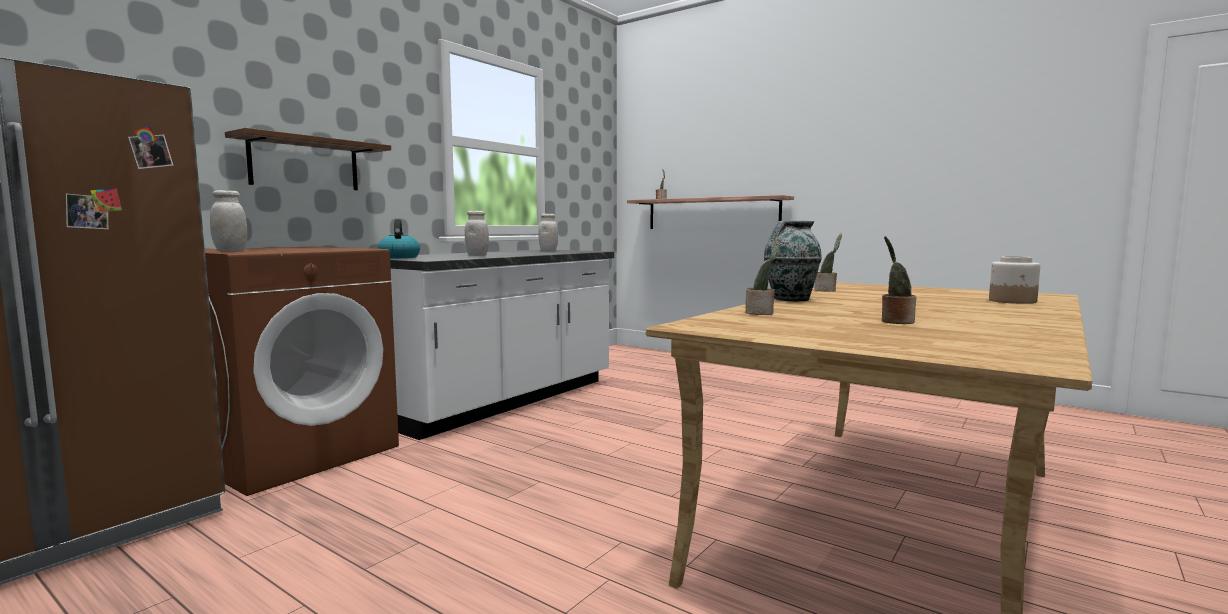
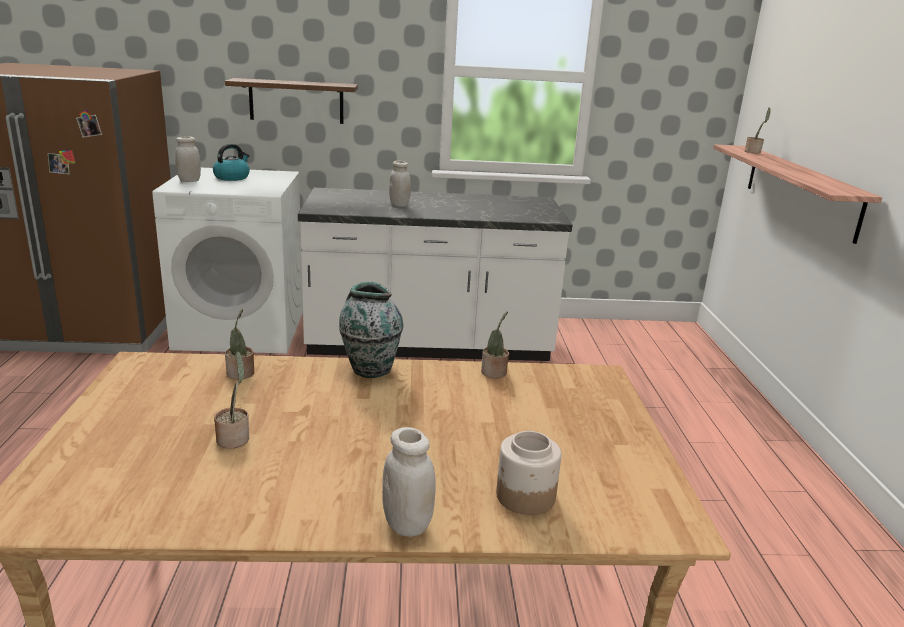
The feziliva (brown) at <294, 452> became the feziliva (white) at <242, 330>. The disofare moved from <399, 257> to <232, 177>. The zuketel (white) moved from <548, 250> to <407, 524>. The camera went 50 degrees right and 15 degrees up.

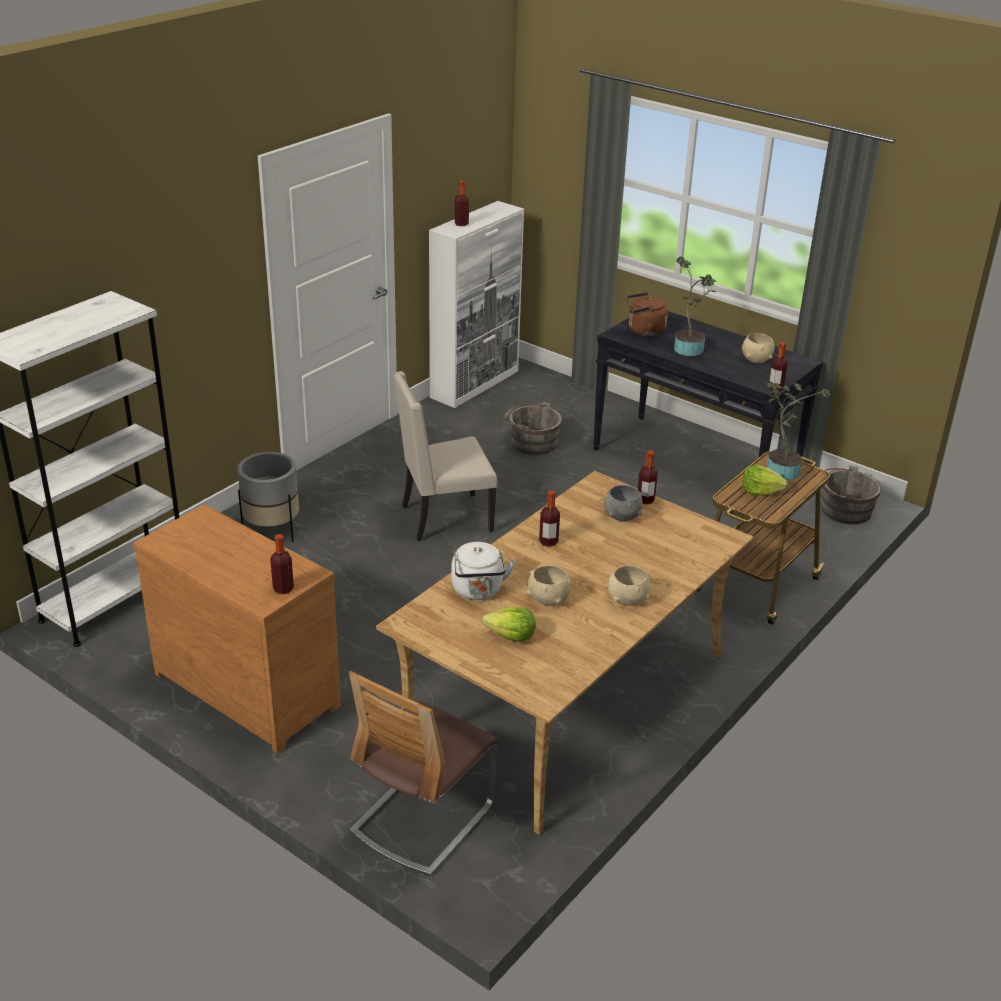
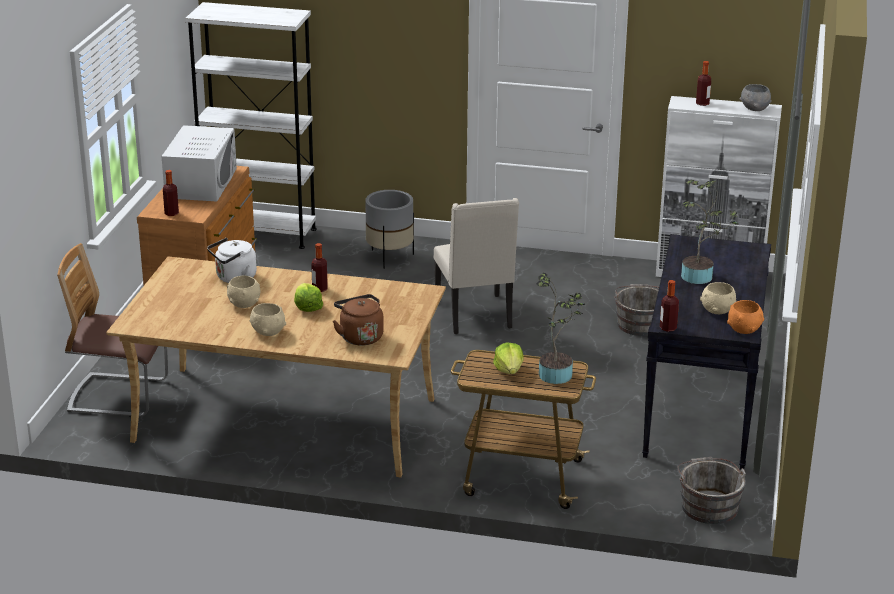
The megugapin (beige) at <444, 519> turned 150 degrees counterclockwise. The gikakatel moved from <511, 636> to <307, 307>. The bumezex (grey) moved from <621, 516> to <755, 108>. The disofare (brown) moved from <643, 331> to <360, 336>. The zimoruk at <645, 500> disappeared. The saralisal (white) at <201, 183> appeared. The bumezex (orange) at <745, 329> appeared. The camera went 65 degrees right and 5 degrees down.

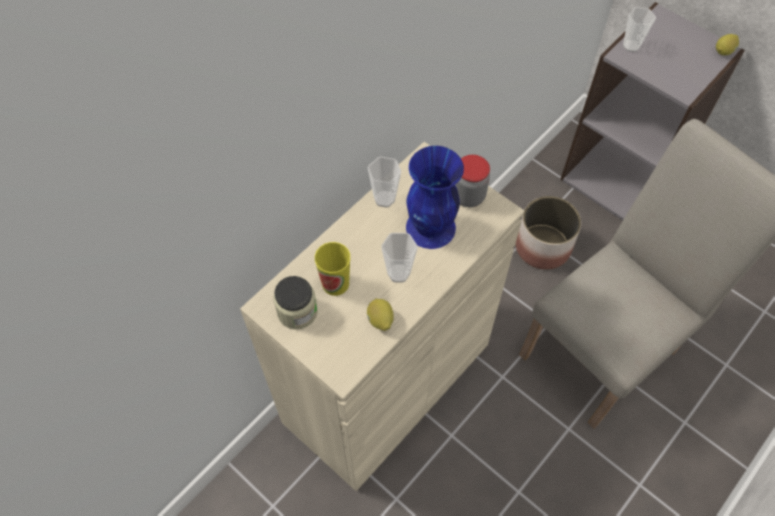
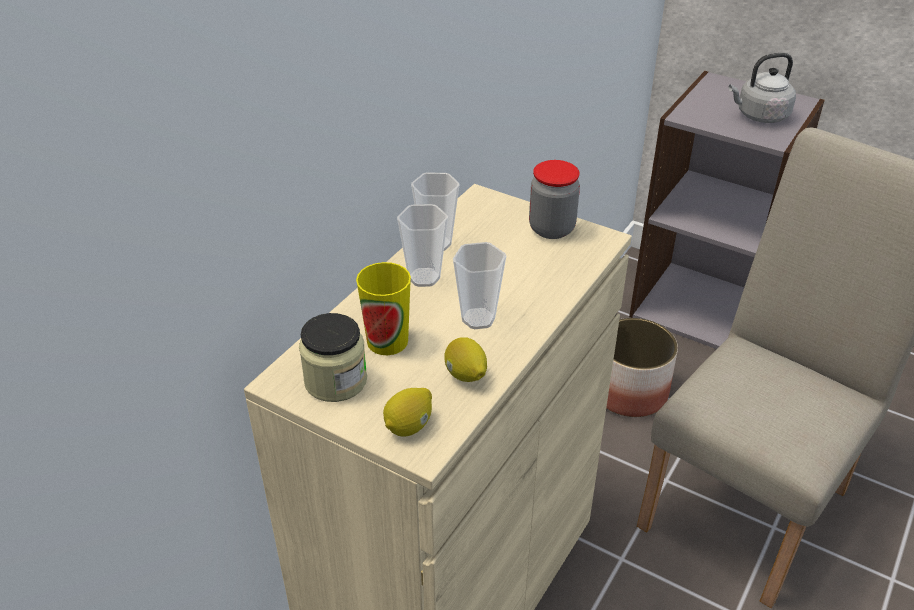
The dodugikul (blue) at <430, 228> disappeared. The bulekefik moved from <631, 46> to <424, 277>. The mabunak moved from <724, 51> to <409, 426>. The disofare (grey) at <759, 116> appeared. The camera went 10 degrees left and 20 degrees down.

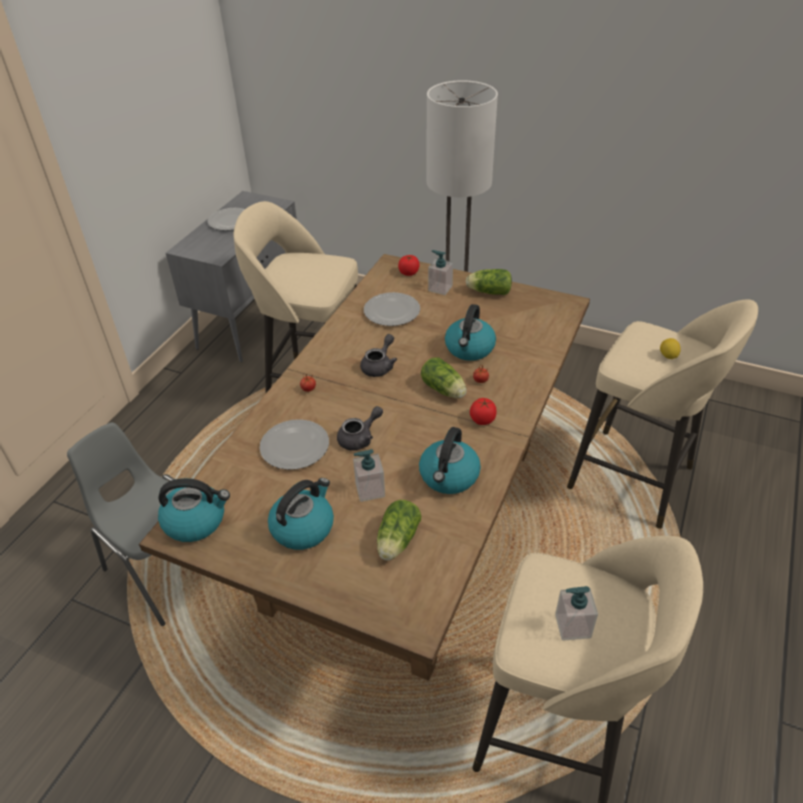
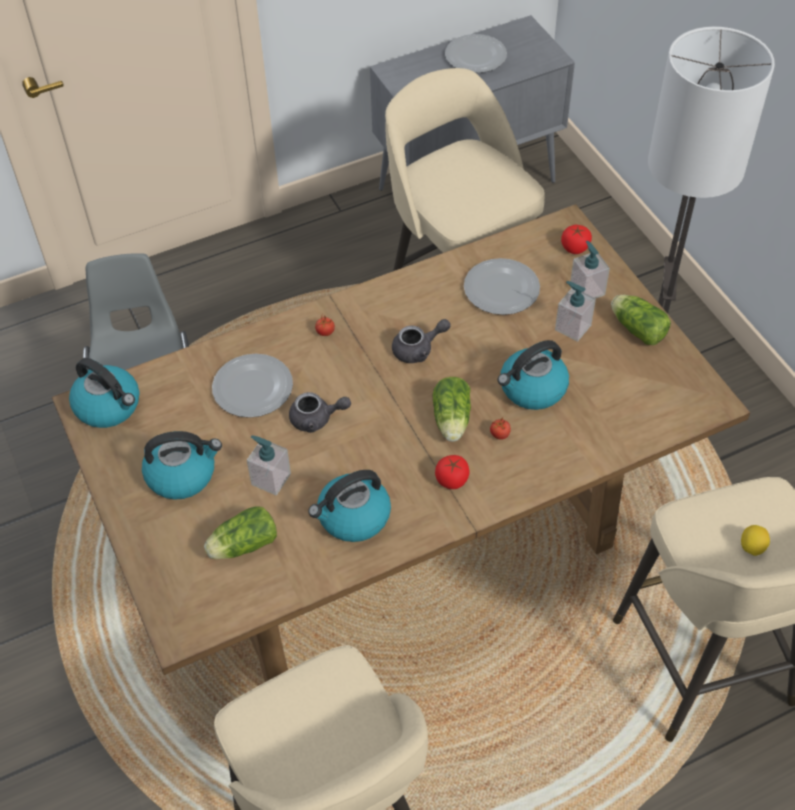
The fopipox moved from <572, 626> to <572, 327>. The camera went 40 degrees right and 10 degrees up.

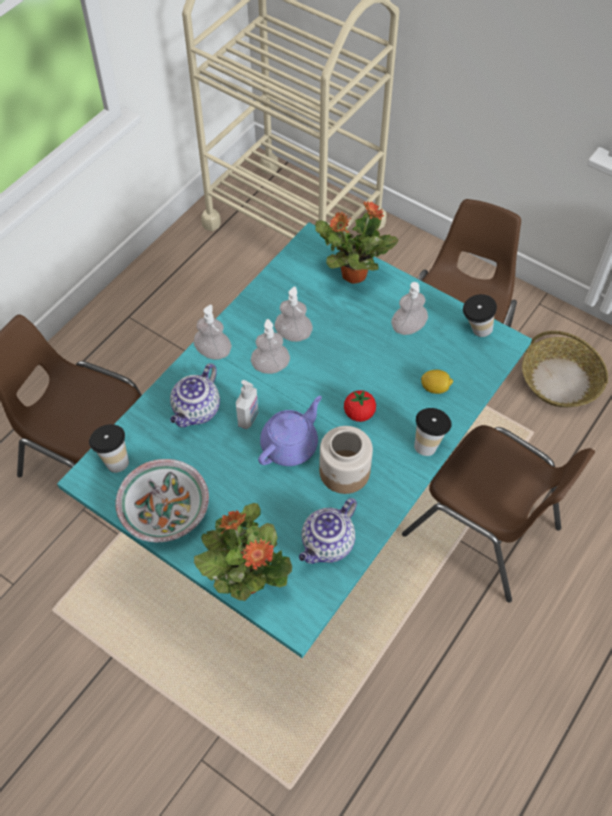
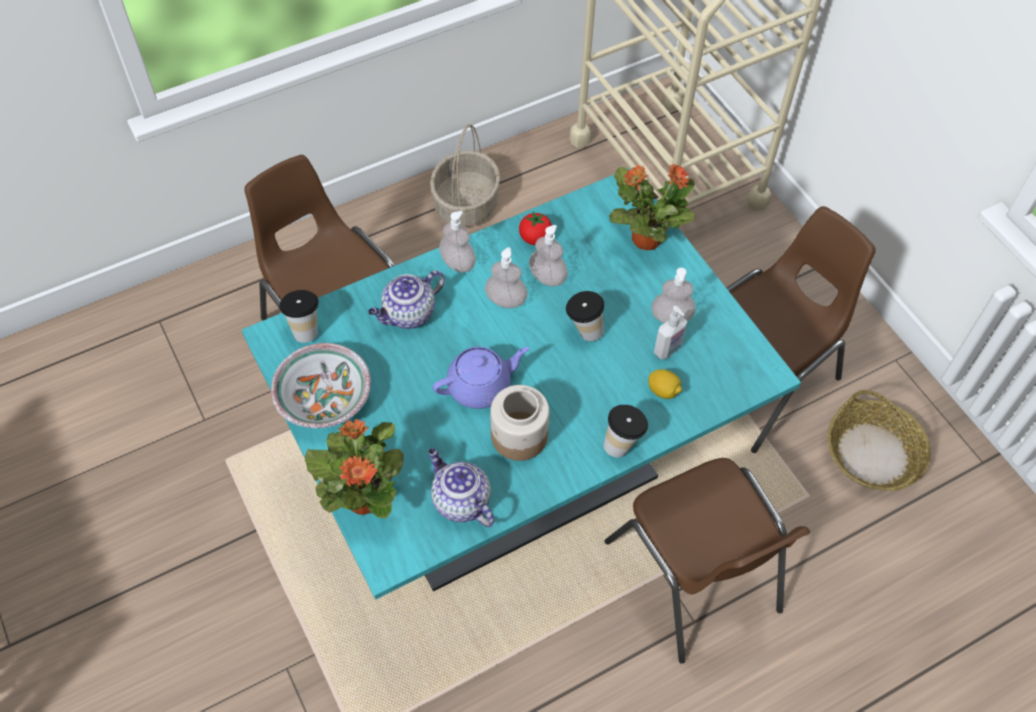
The fopipox moved from <249, 418> to <668, 350>. The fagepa at <327, 545> turned 75 degrees clockwise. The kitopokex moved from <359, 413> to <535, 238>. The bulekefik moved from <475, 331> to <583, 331>. The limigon at <466, 205> appeared. The camera went 25 degrees right and 0 degrees up.

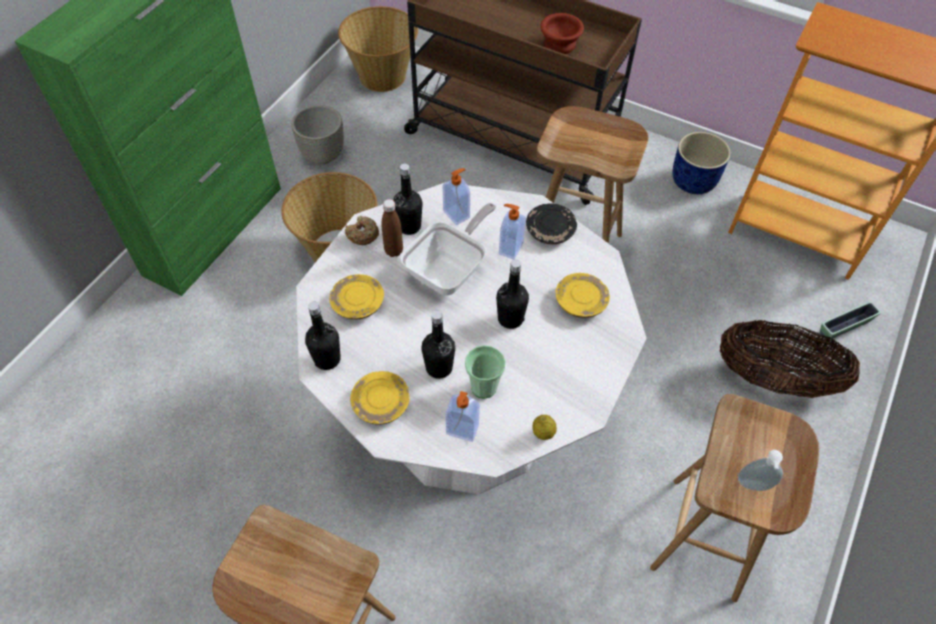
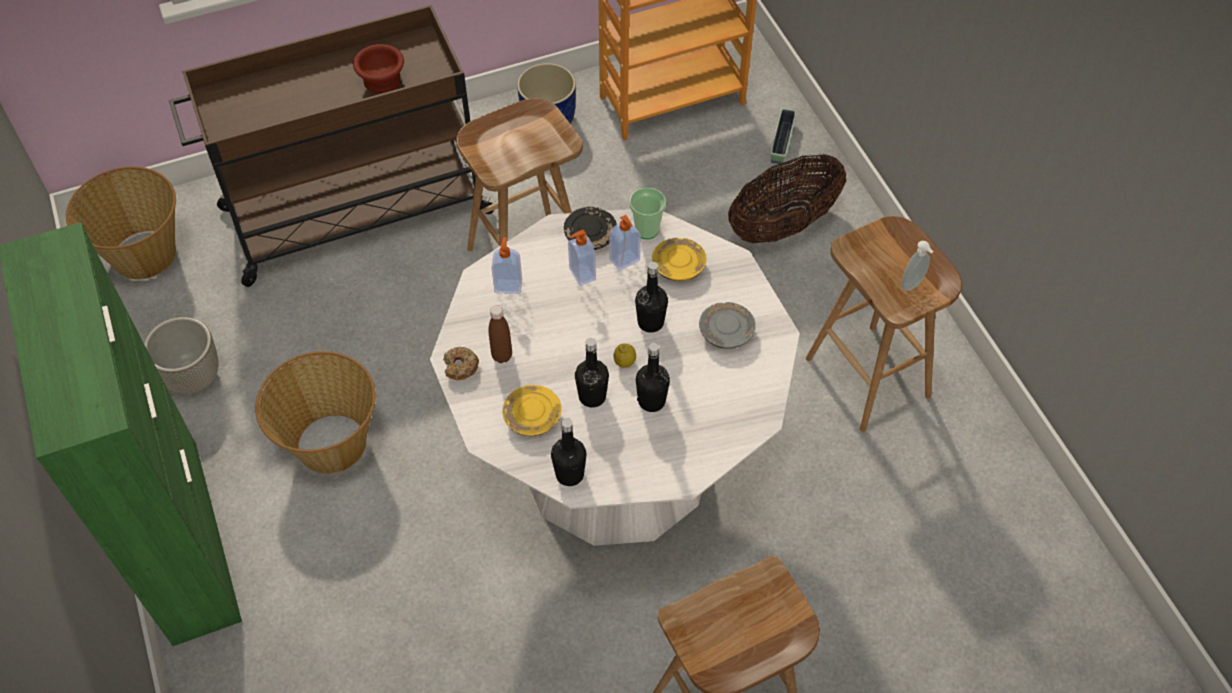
The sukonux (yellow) at <381, 403> disappeared. The zimoruk (black) moved from <409, 226> to <592, 396>. The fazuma at <450, 270> disappeared. The fopipox moved from <462, 431> to <625, 260>. The bulekefik moved from <483, 387> to <646, 230>. The mabunak moved from <543, 433> to <624, 362>. The sukonux (grey) at <726, 332> appeared. The camera went 50 degrees left and 0 degrees up.

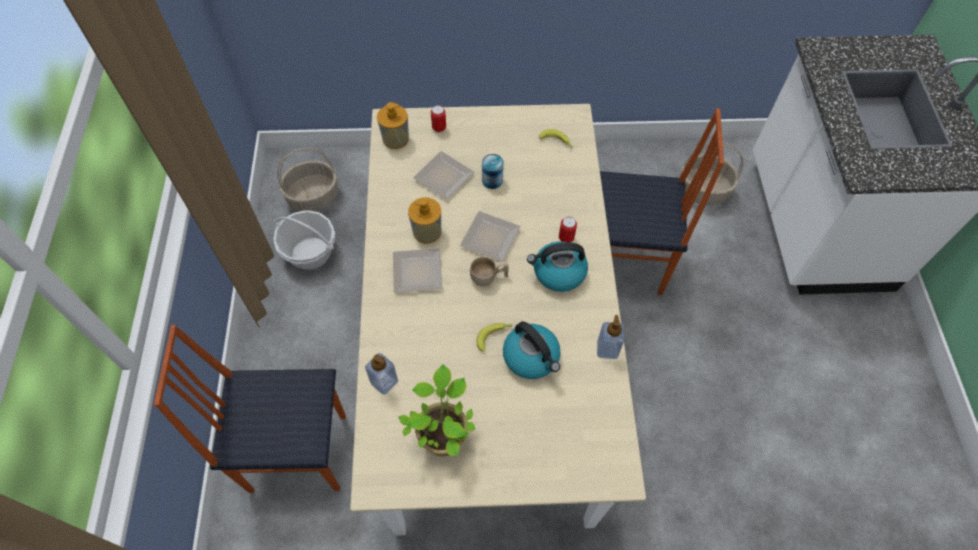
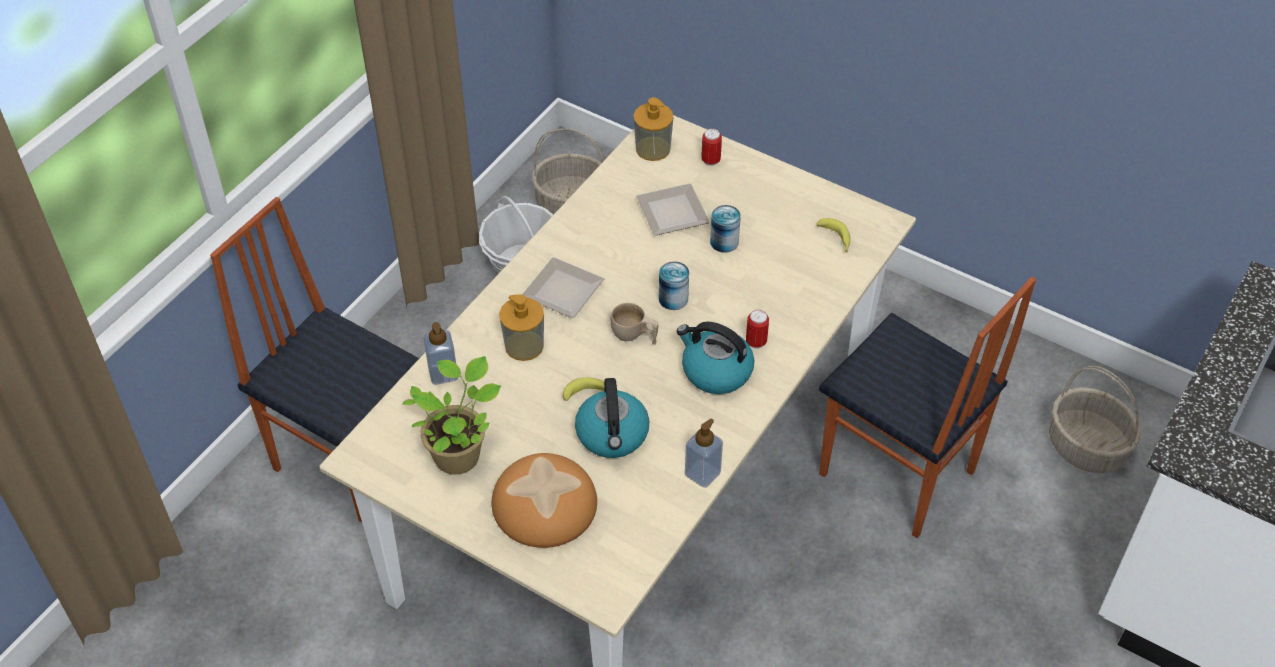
The fopipox moved from <427, 231> to <524, 345>. The sukonux at <492, 237> was replaced by the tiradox at <673, 299>. The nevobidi at <543, 505> appeared. The camera went 35 degrees right and 10 degrees down.

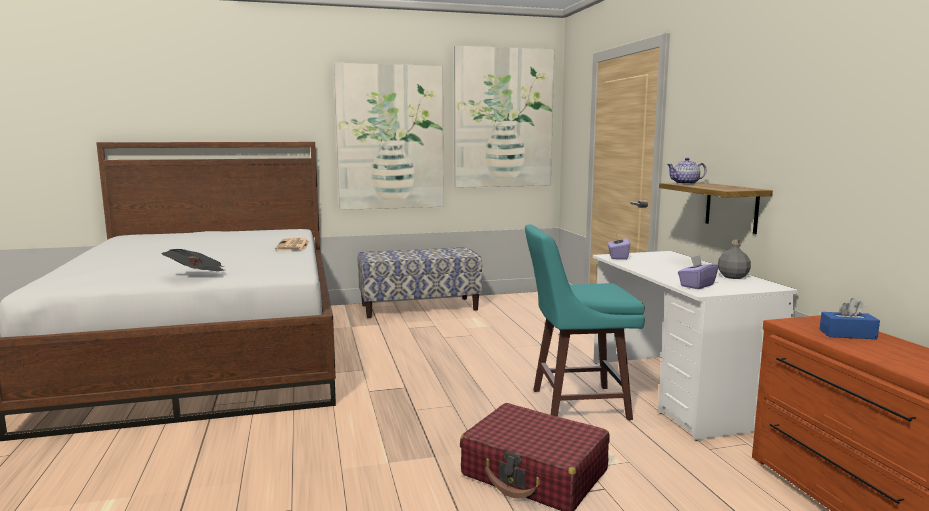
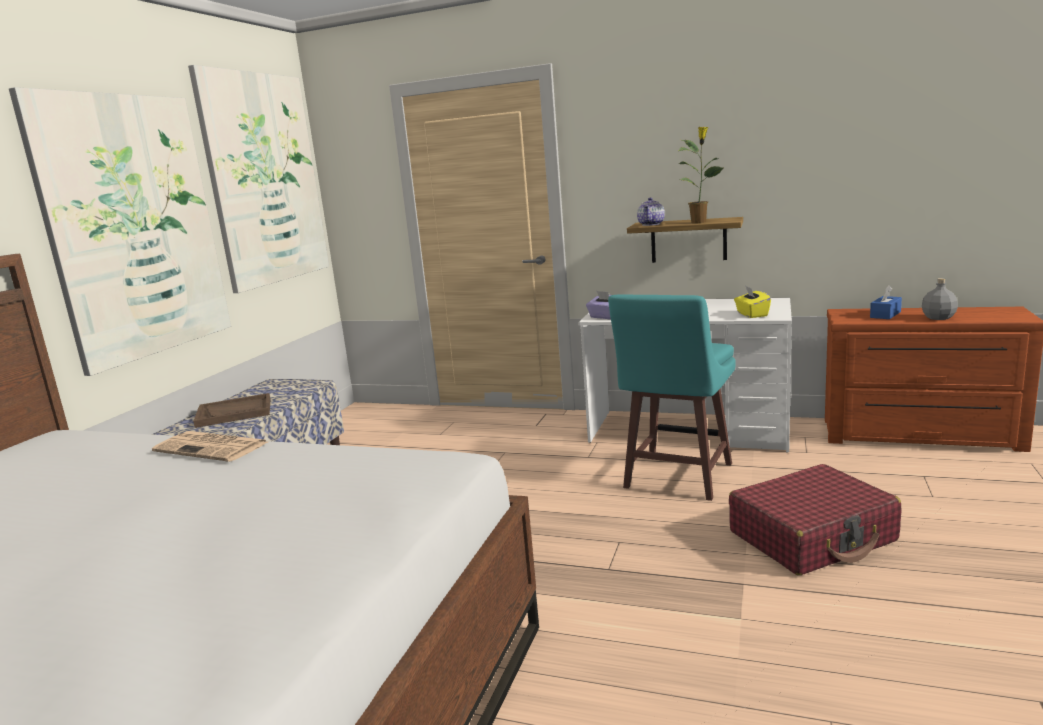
The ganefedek at <198, 276> disappeared. The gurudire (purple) at <696, 285> became the gurudire (yellow) at <751, 314>. The zimoruk (grey) moved from <733, 277> to <938, 317>. The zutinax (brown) at <234, 412> appeared. The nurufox at <699, 222> appeared. The camera went 55 degrees left and 5 degrees up.

